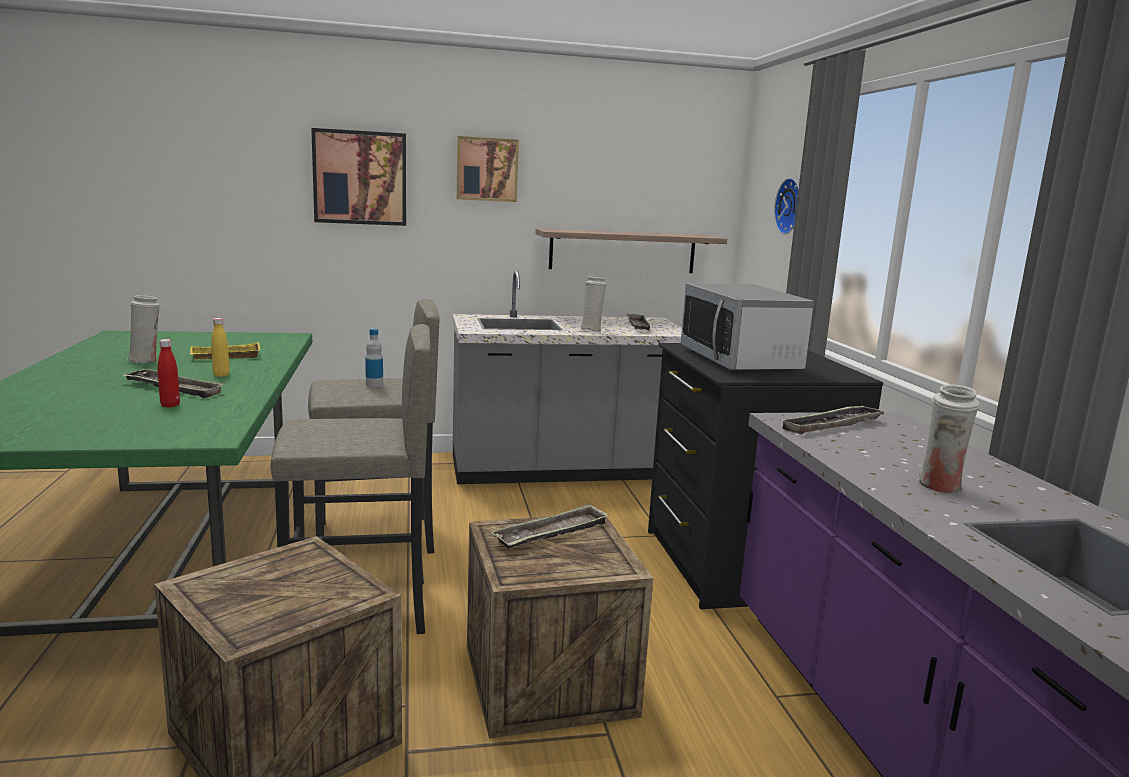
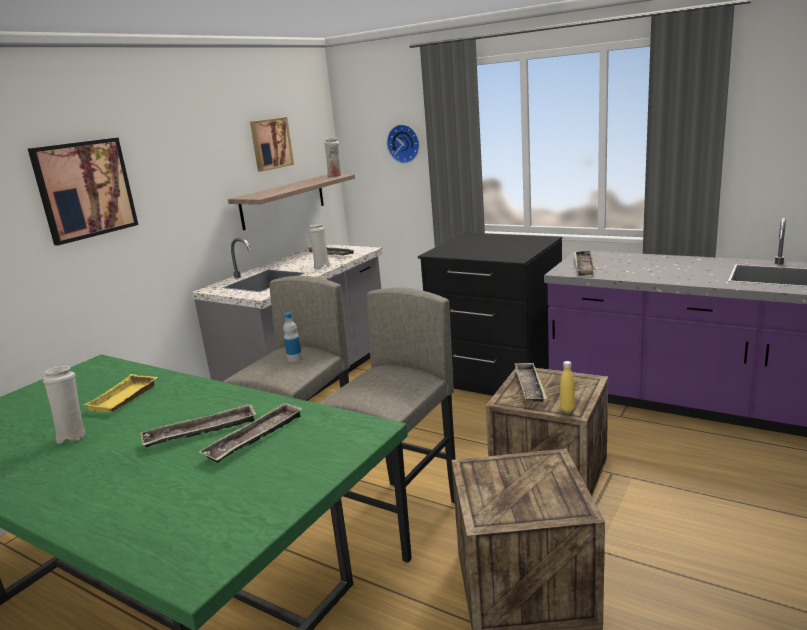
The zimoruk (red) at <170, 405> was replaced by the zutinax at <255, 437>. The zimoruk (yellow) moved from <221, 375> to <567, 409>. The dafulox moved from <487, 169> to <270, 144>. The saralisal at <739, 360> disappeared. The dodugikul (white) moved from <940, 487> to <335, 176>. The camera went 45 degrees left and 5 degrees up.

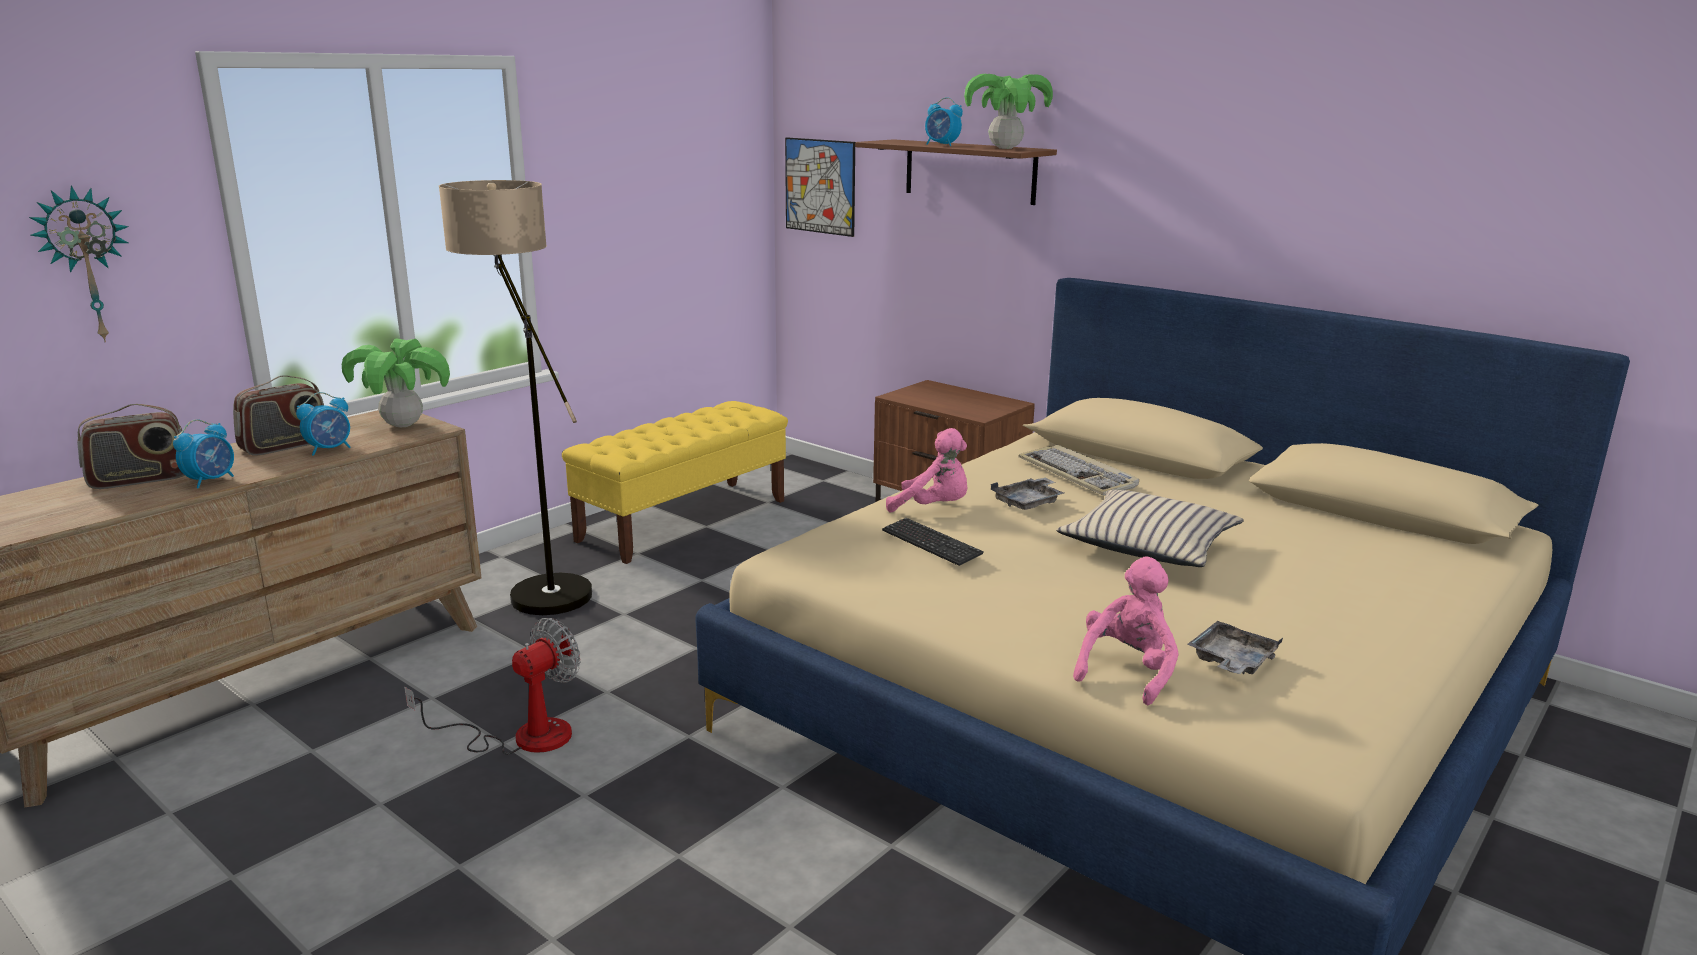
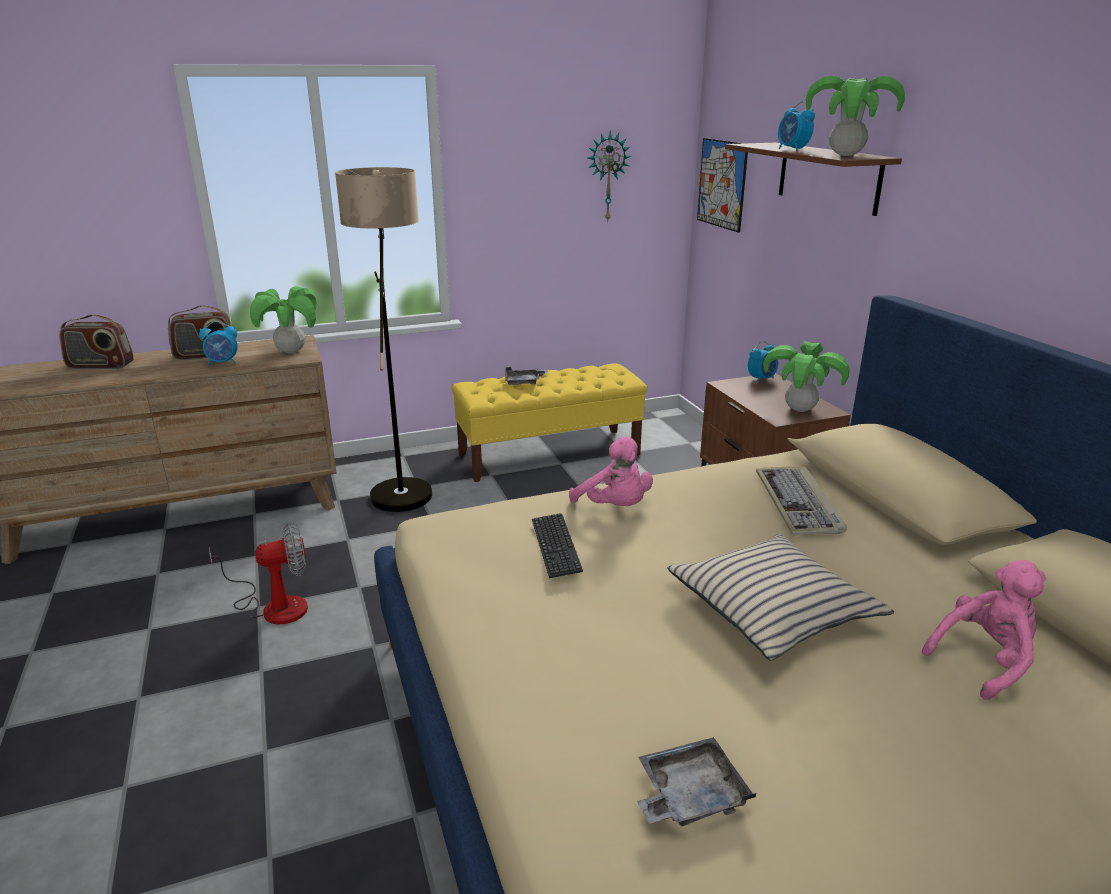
The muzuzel moved from <86, 264> to <607, 177>. The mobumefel moved from <211, 481> to <761, 379>. The zutinax (grey) moved from <1028, 503> to <524, 382>. The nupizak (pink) moved from <1127, 671> to <984, 660>. The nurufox at <800, 409> appeared. The camera went 30 degrees right and 5 degrees up.

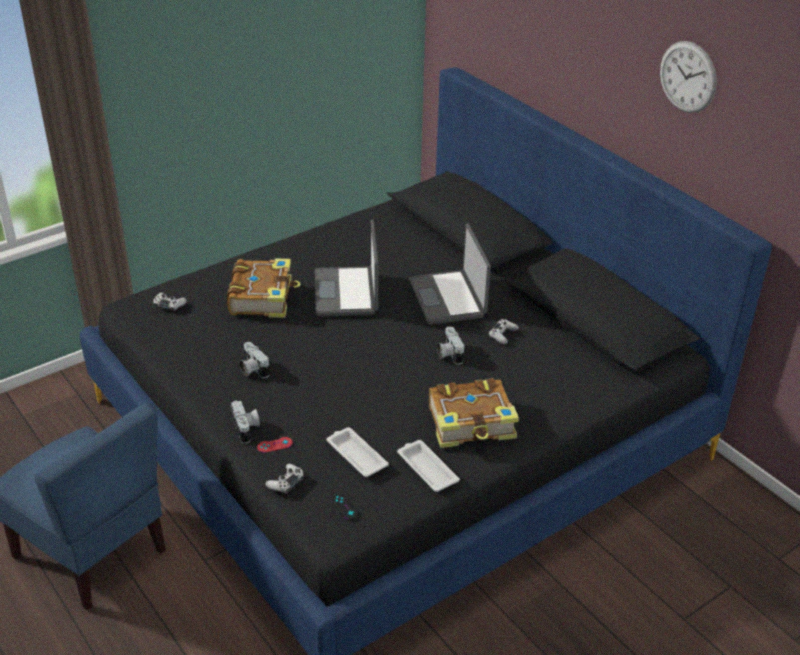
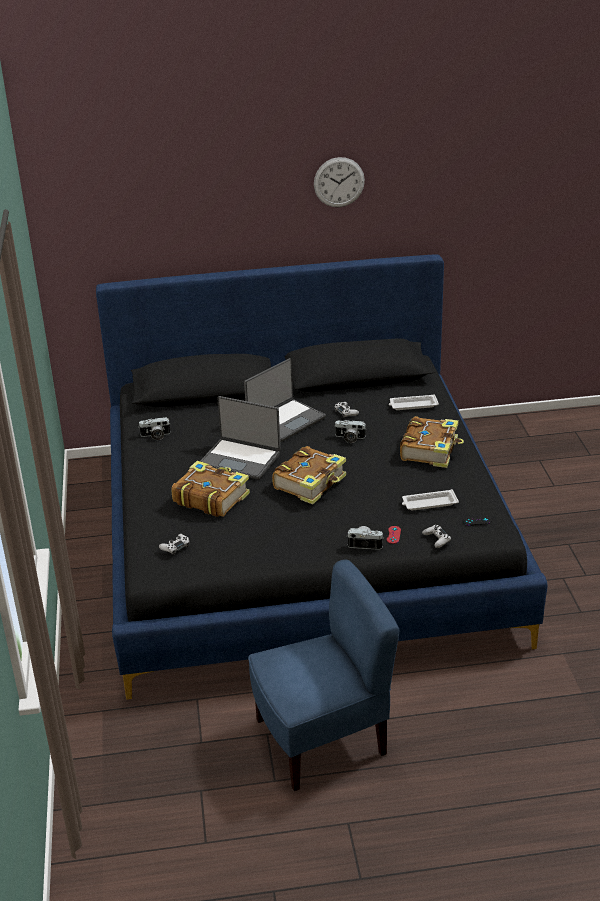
The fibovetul moved from <252, 369> to <155, 436>. The zutinax (white) moved from <426, 468> to <412, 405>. The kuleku at <449, 298> turned 60 degrees counterclockwise. The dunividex at <311, 483> appeared. The camera went 60 degrees left and 5 degrees down.

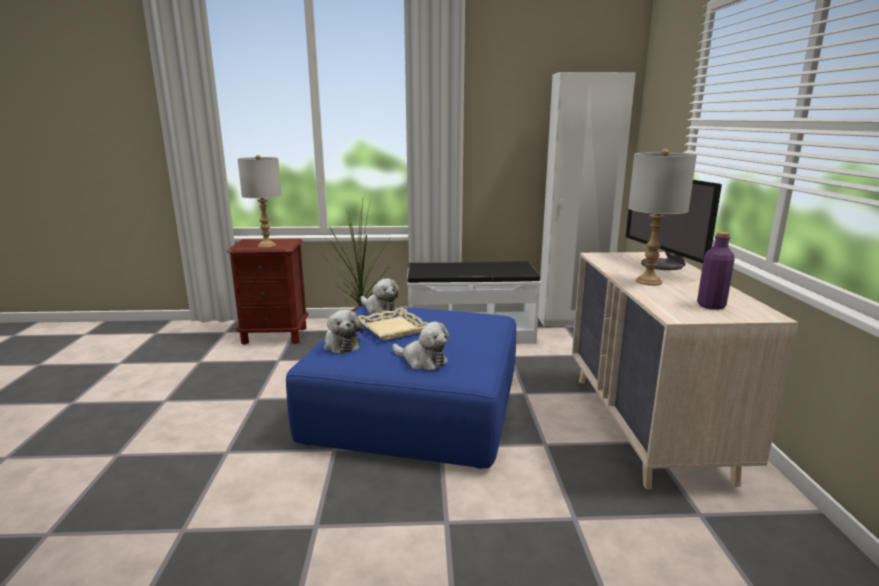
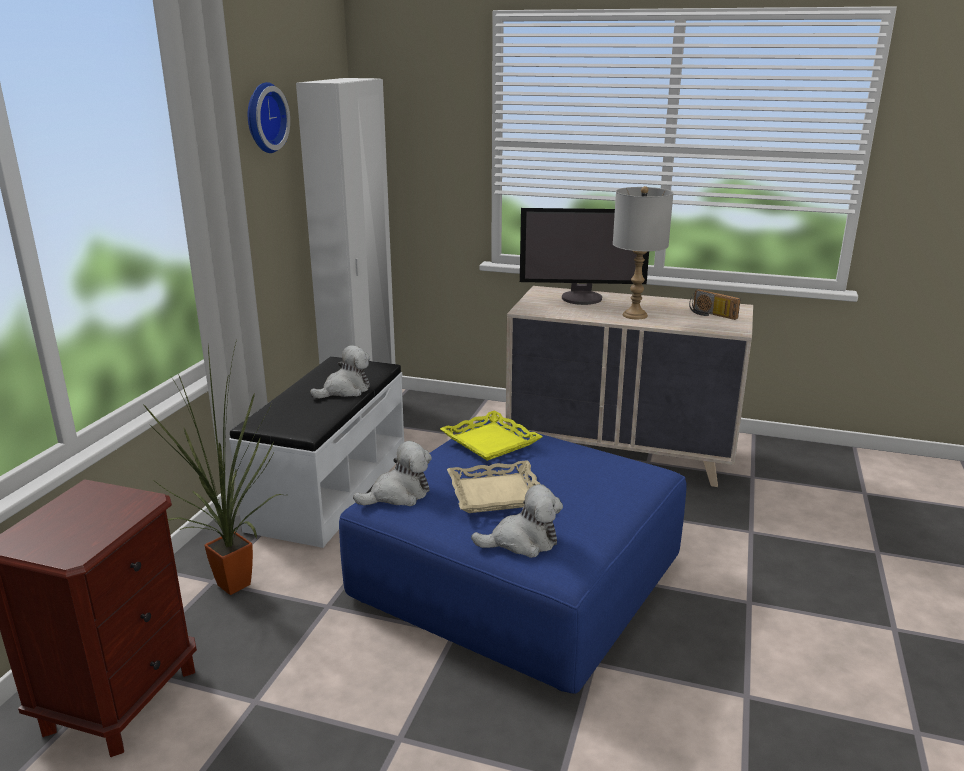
The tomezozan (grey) at <267, 245> disappeared. The nupizak moved from <422, 361> to <345, 390>. The zimoruk (purple) at <711, 306> was replaced by the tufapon at <711, 315>. The muzuzel at <263, 118> appeared. The zutinax (yellow) at <490, 442> appeared. The camera went 70 degrees left and 5 degrees up.

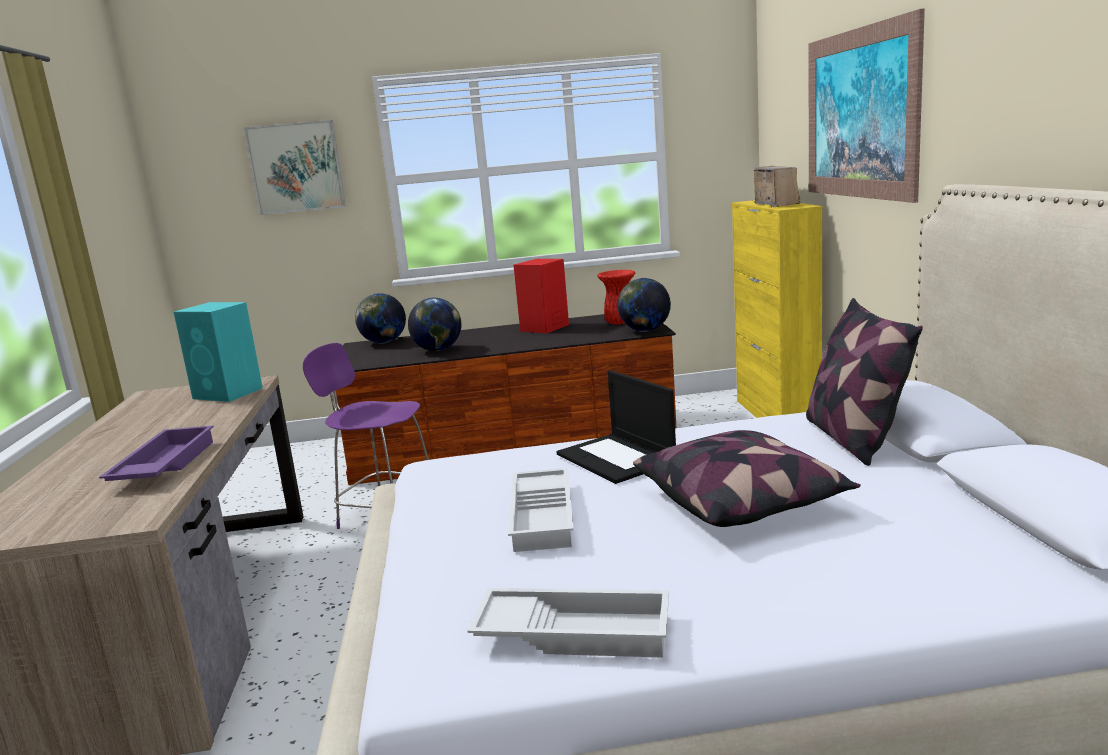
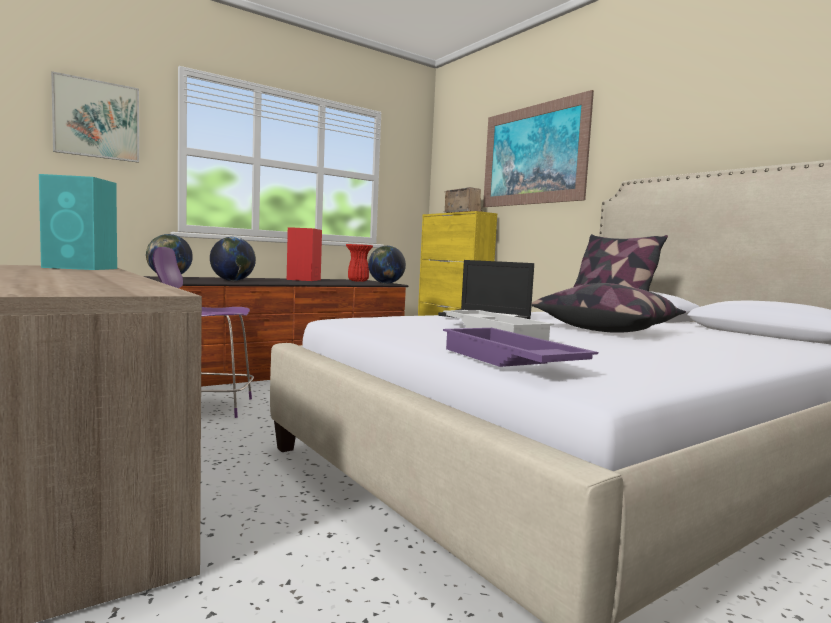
The zutinax (purple) moved from <163, 465> to <508, 360>. The zutinax (white) at <575, 631> disappeared. The camera went 30 degrees left and 10 degrees down.

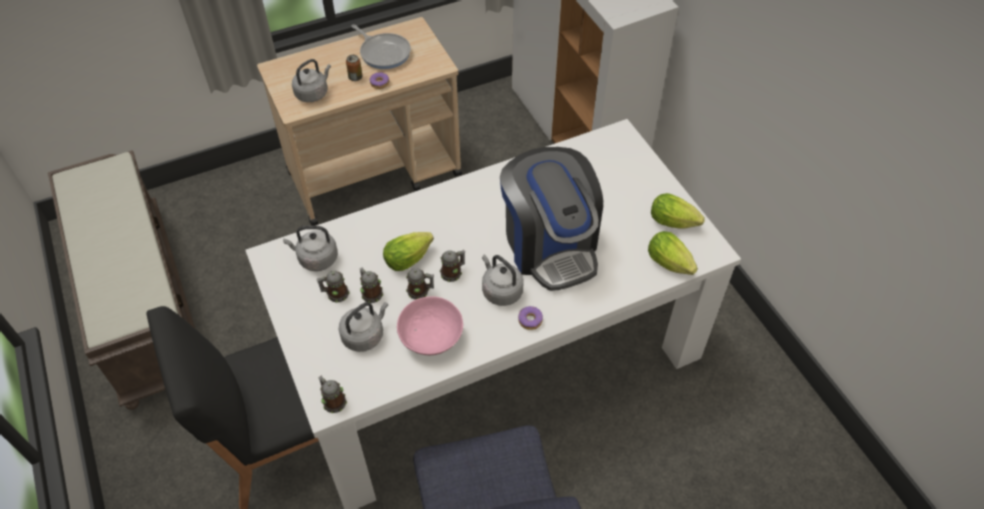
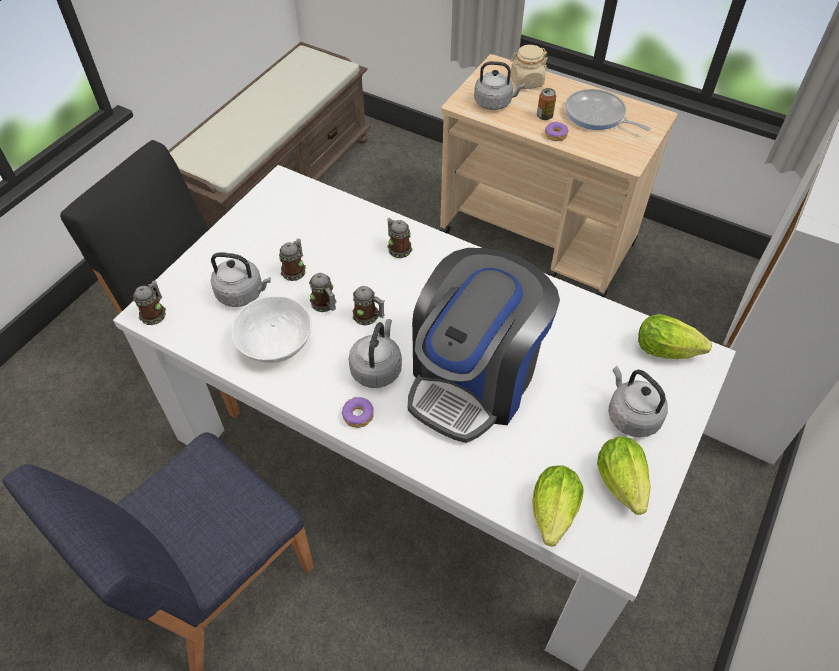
The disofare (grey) moved from <316, 259> to <631, 415>. The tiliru moved from <335, 294> to <398, 248>. The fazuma at <384, 53> turned 120 degrees clockwise. The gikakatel moved from <410, 258> to <669, 351>. The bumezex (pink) at <431, 337> became the bumezex (white) at <276, 344>. The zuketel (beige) at <526, 82> appeared. The camera went 55 degrees right and 0 degrees up.

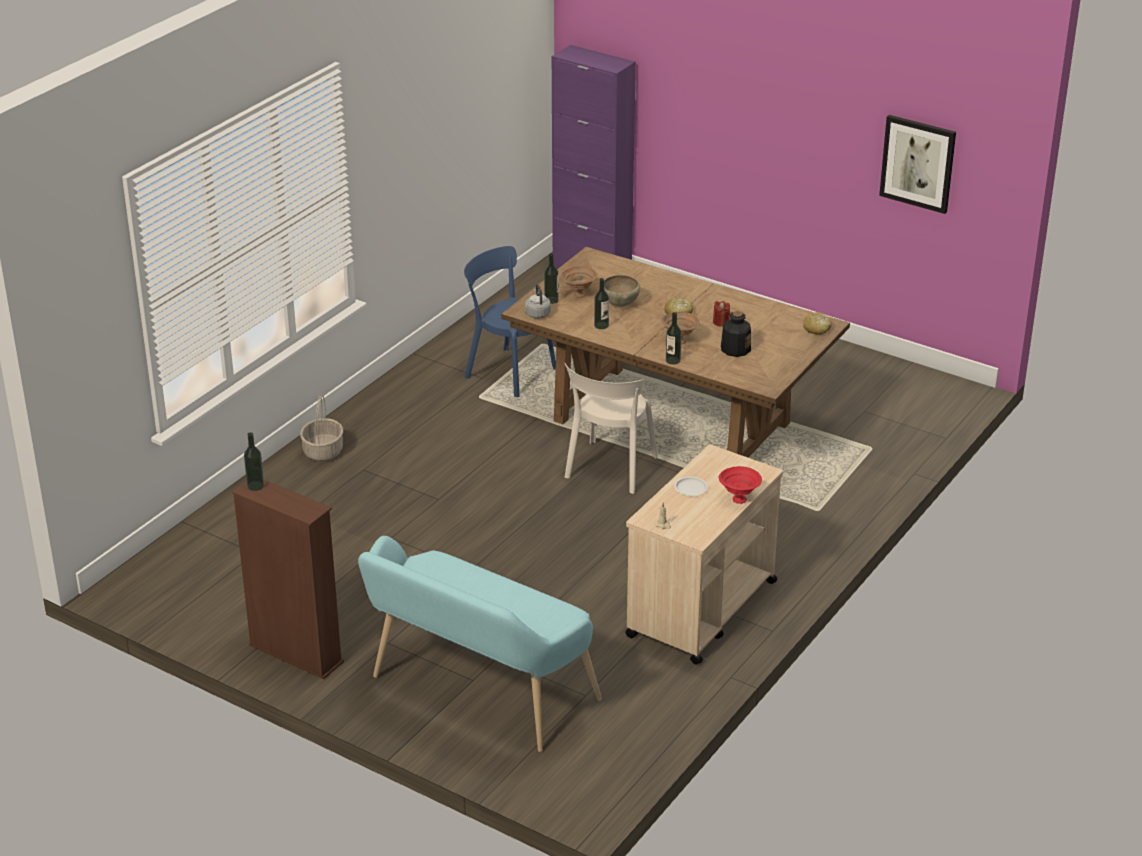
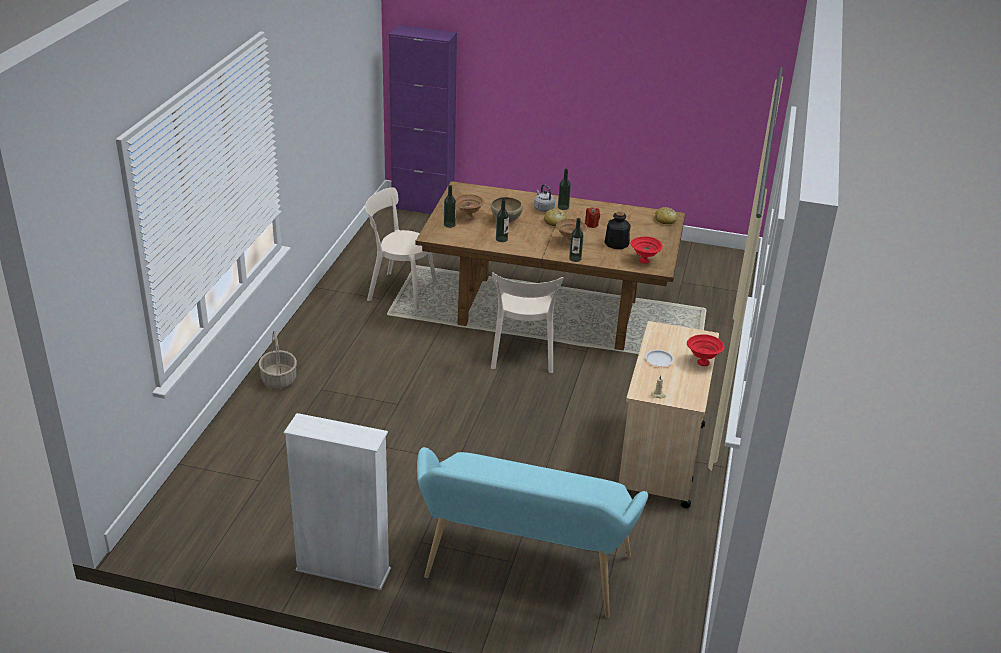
The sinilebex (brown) at <296, 654> became the sinilebex (white) at <343, 570>. The zimoruk moved from <255, 486> to <563, 207>. The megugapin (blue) at <507, 371> became the megugapin (beige) at <398, 290>. The disofare (grey) moved from <537, 313> to <543, 208>. The dafulox at <918, 163> disappeared. The bumezex (red) at <645, 261> appeared. The camera went 20 degrees left and 0 degrees up.

